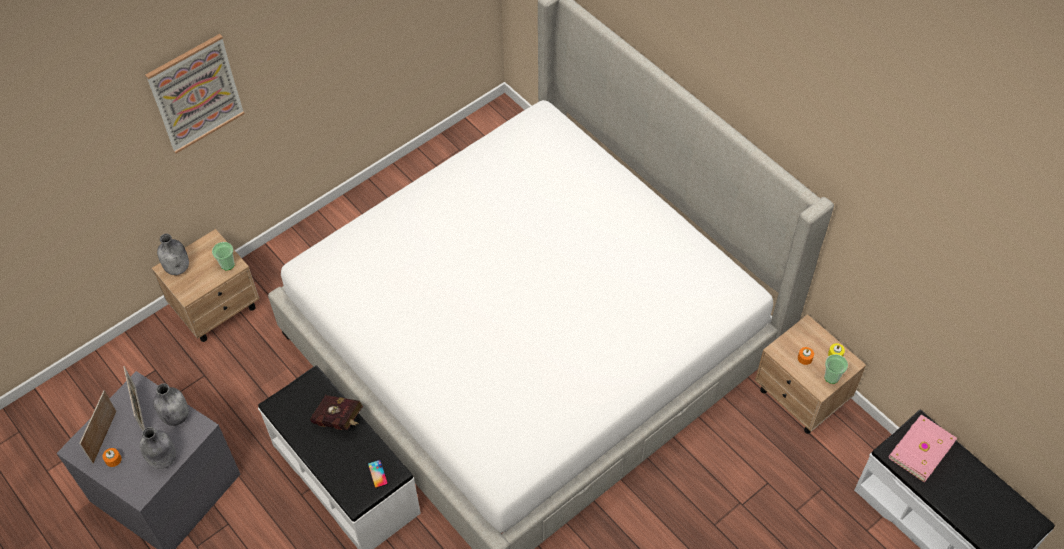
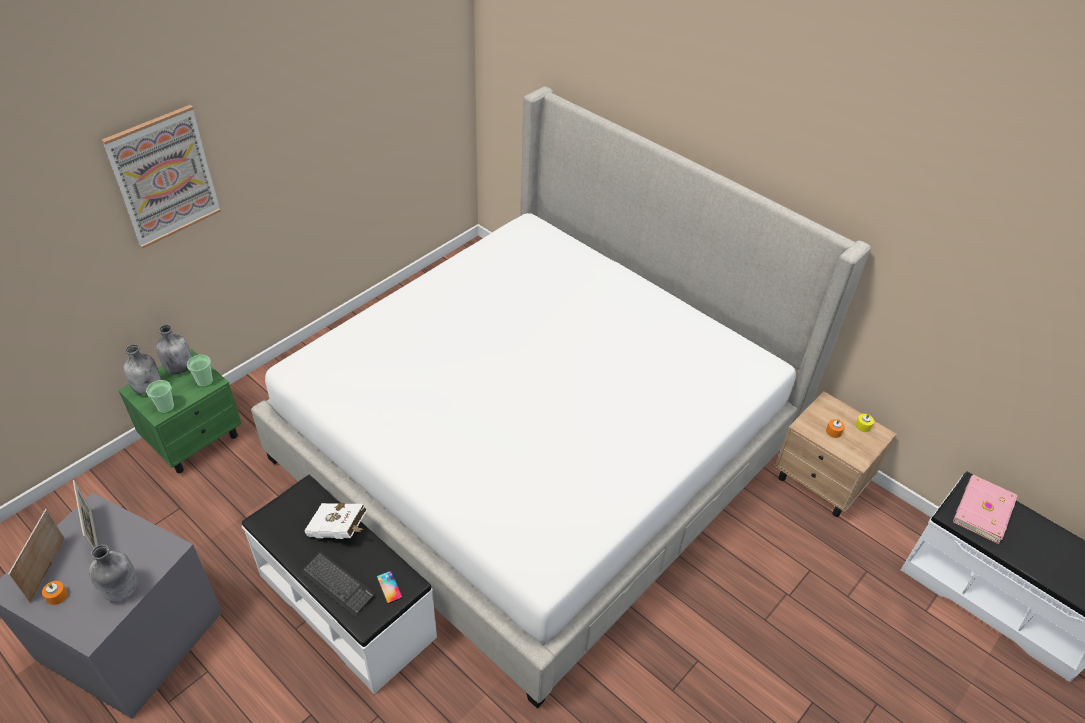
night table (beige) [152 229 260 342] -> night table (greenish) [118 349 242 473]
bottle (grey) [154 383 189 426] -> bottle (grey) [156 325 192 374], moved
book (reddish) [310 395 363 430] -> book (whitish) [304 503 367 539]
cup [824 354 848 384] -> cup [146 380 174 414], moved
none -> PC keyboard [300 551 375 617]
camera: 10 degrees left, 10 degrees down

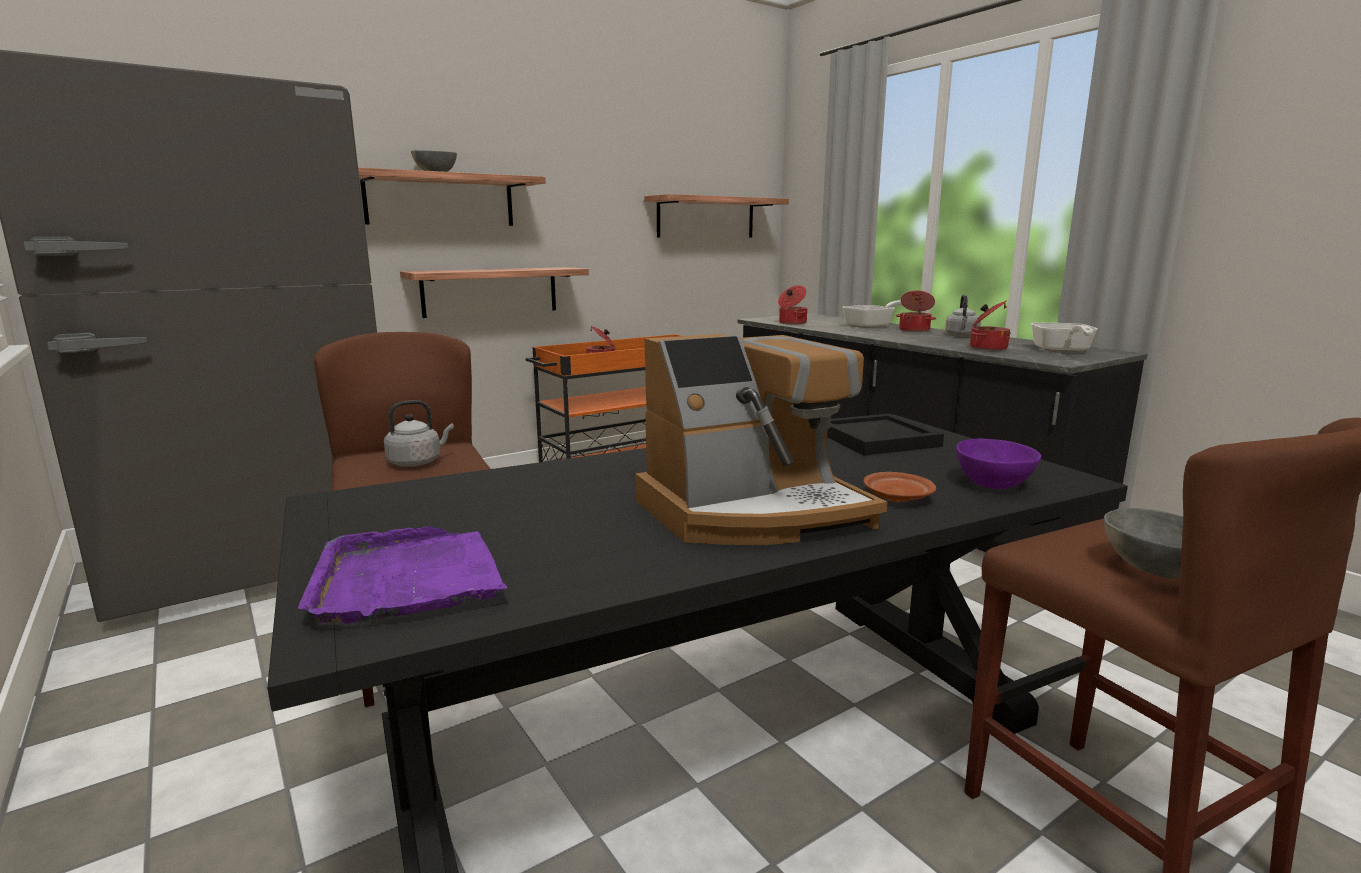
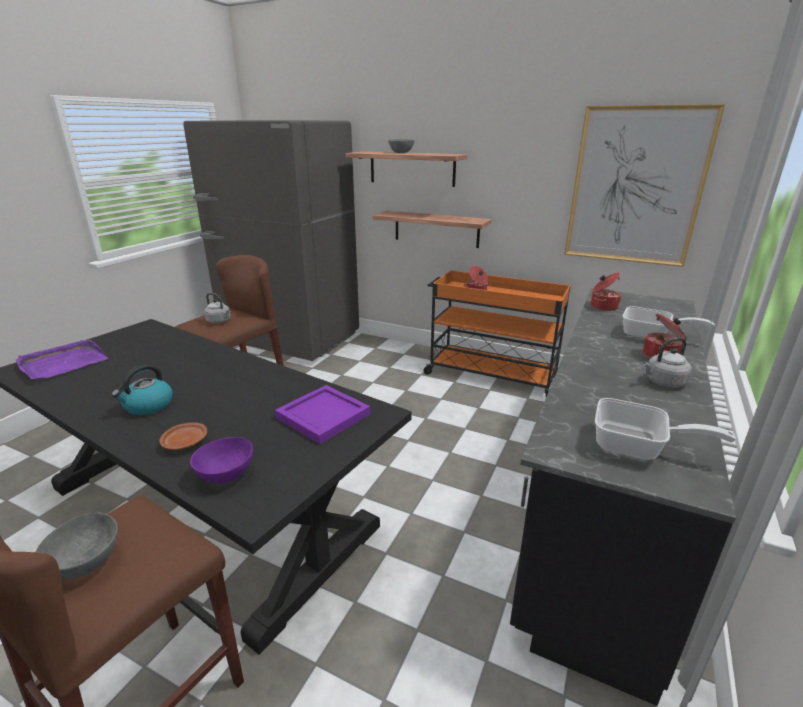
coffee machine [635 334 887 546] -> kettle [112 364 172 415]
wall shelf [644 194 789 237] -> picture [564 104 725 267]
carrying tray (black-coloured) [827 414 944 456] -> carrying tray (purplish) [275 385 371 444]
cooking pot [970 301 1010 351] -> none
frying pan [1031 323 1098 353] -> frying pan [595 398 736 460], 135 degrees counterclockwise
camera: 60 degrees right, 10 degrees up

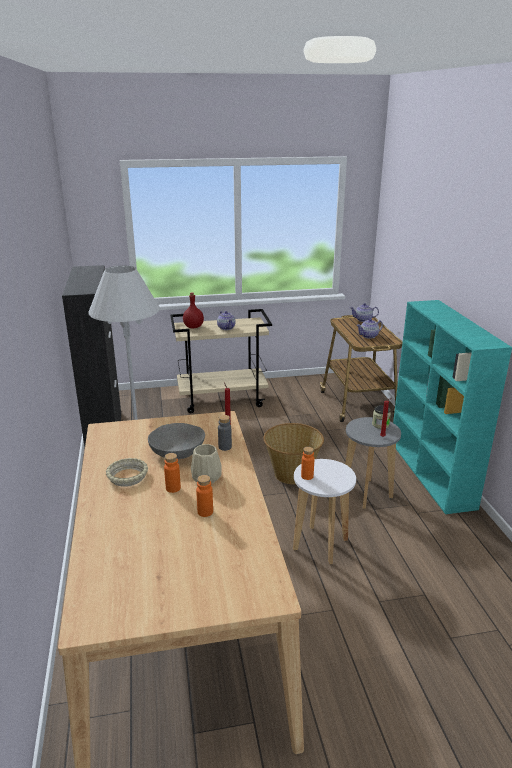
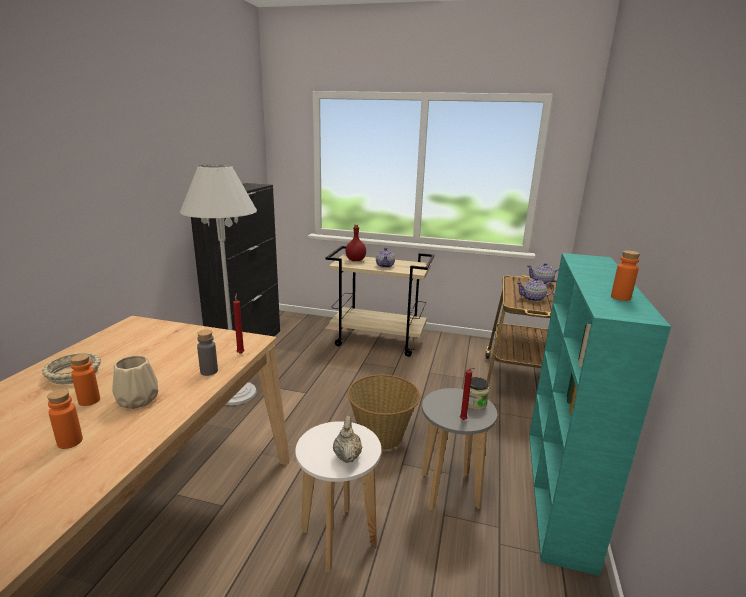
bowl (grey) [148 423 205 459] -> none
bottle (orange) [301 447 314 480] -> bottle (orange) [611 250 640 301], moved
none -> tea pot (beige) [333 416 362 463]
camera: 25 degrees right, 5 degrees down

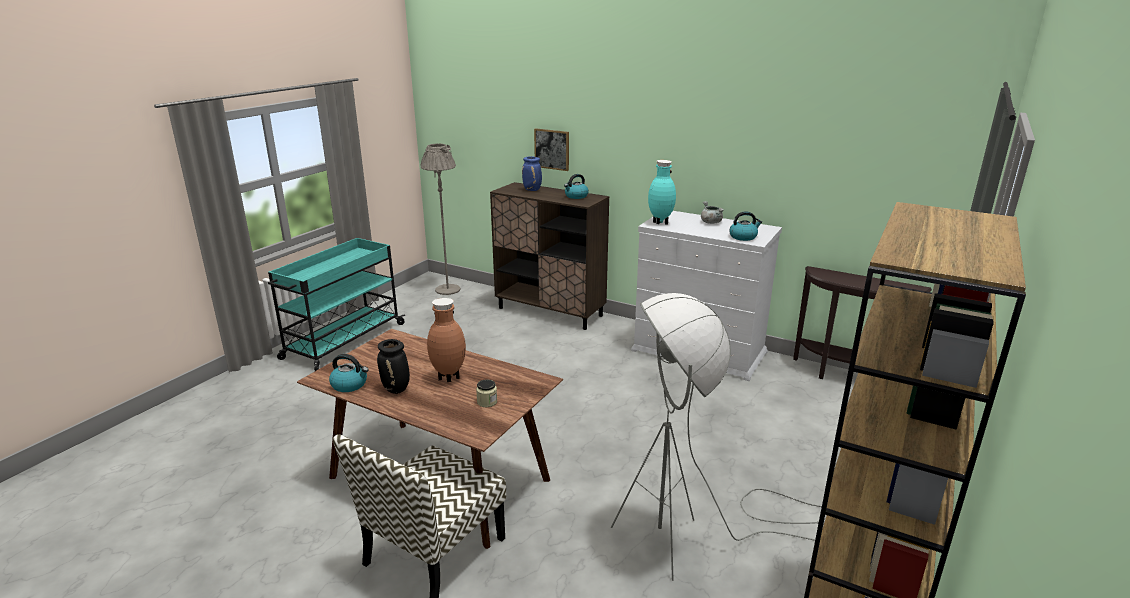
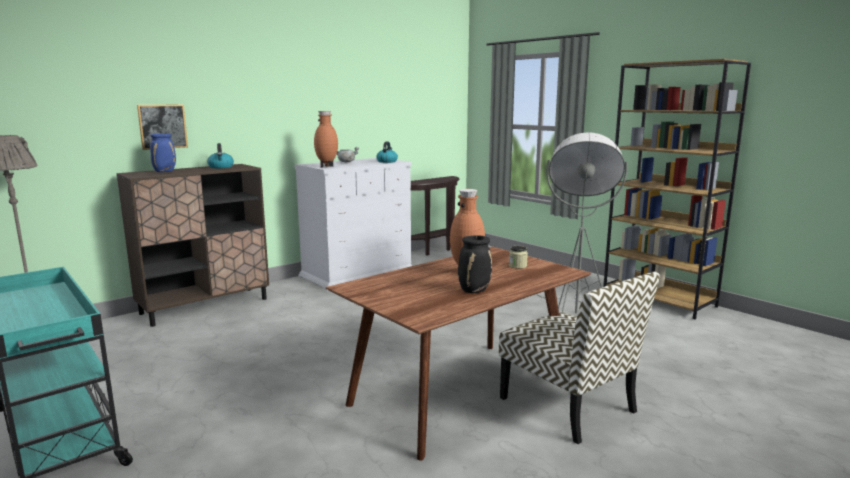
kettle [329 354 369 392] -> none
flower vase (turquoise) [648 160 676 225] -> flower vase (brown-coloured) [314 111 338 168]
camera: 70 degrees left, 10 degrees down

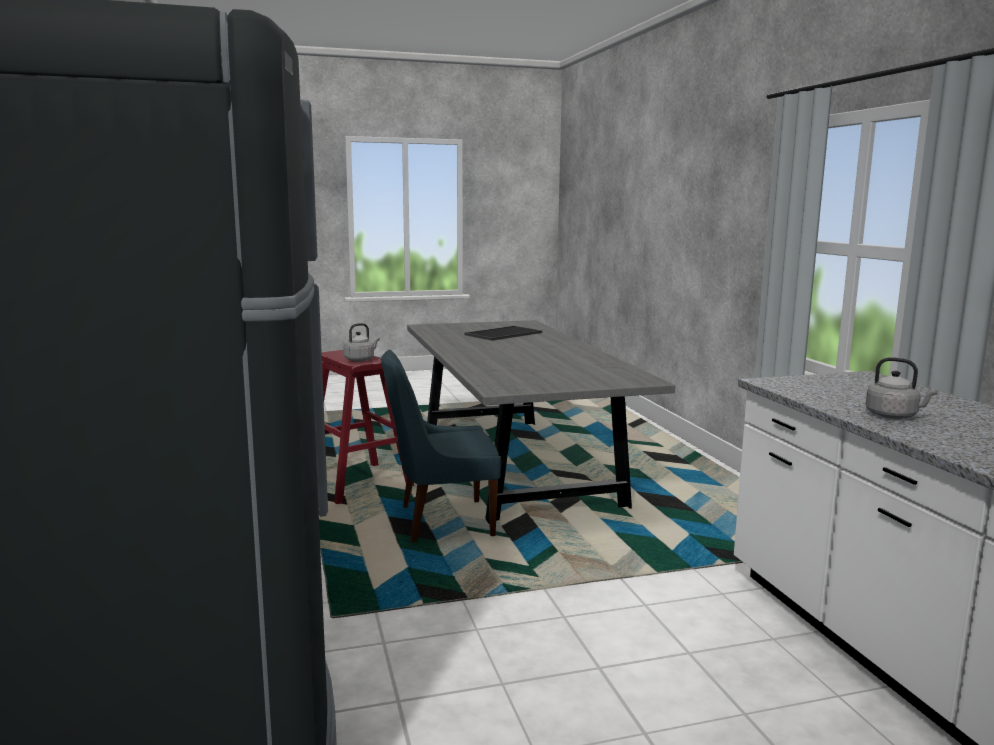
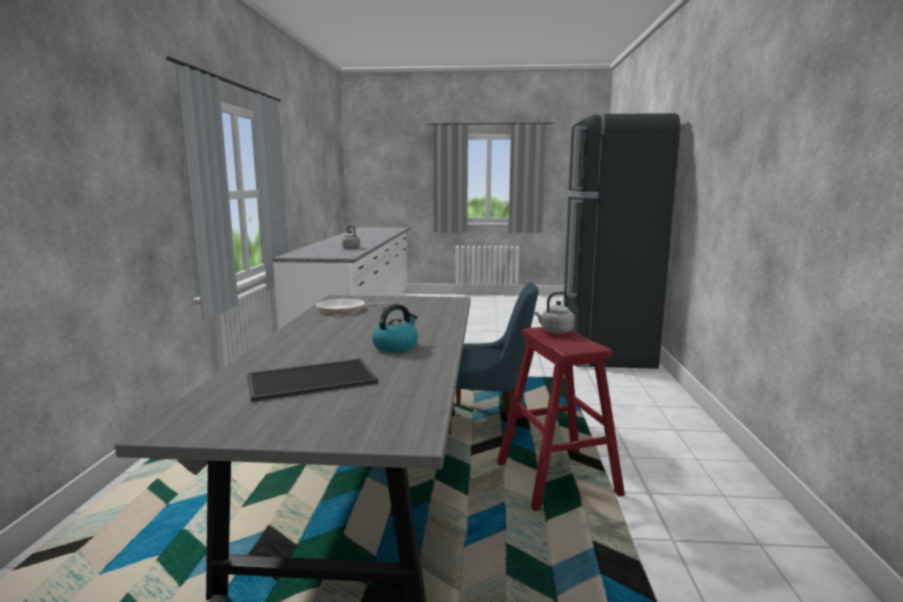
none -> frying pan [316 298 392 314]
none -> kettle [372 304 418 353]
camera: 160 degrees left, 0 degrees up

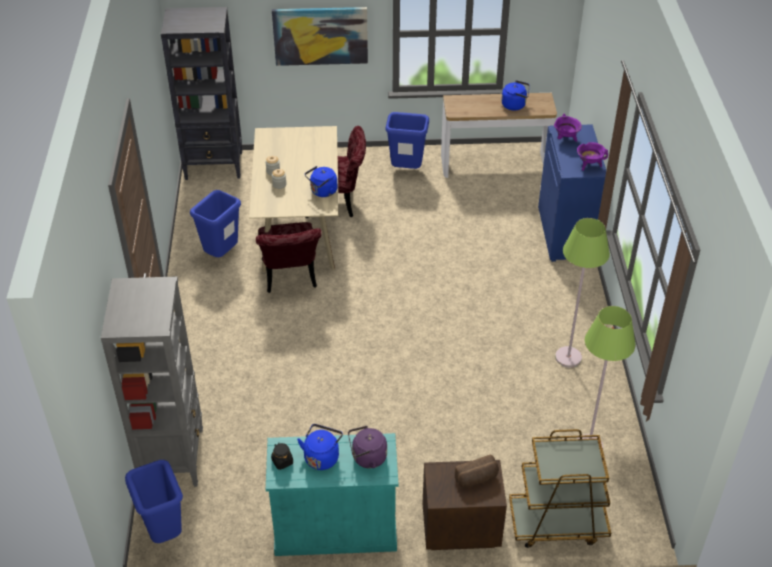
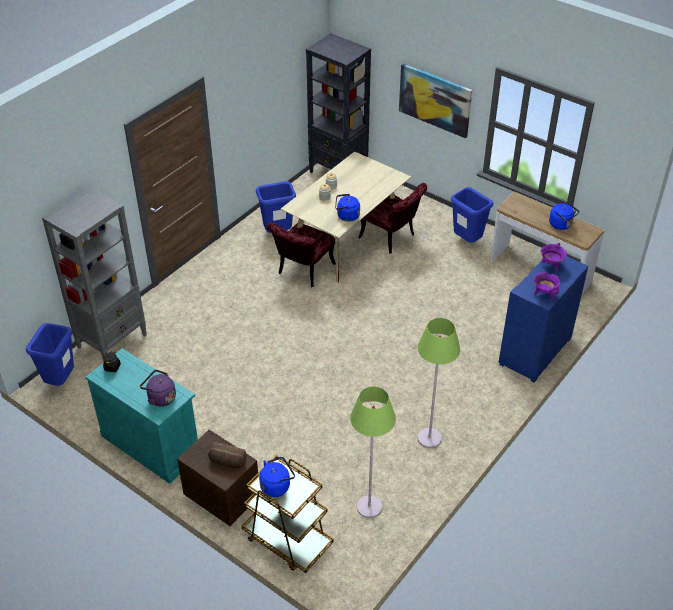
kettle (blue) [297 424 343 470] -> kettle (blue) [259 457 295 497], moved
camera: 40 degrees right, 0 degrees up

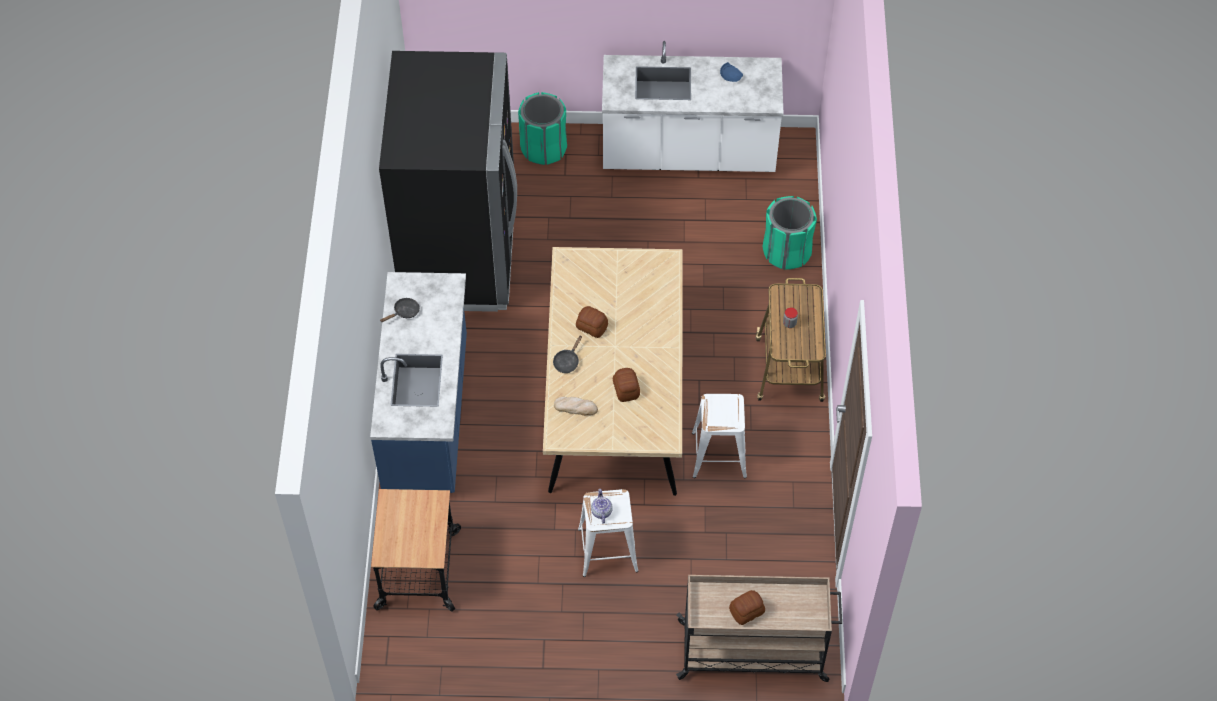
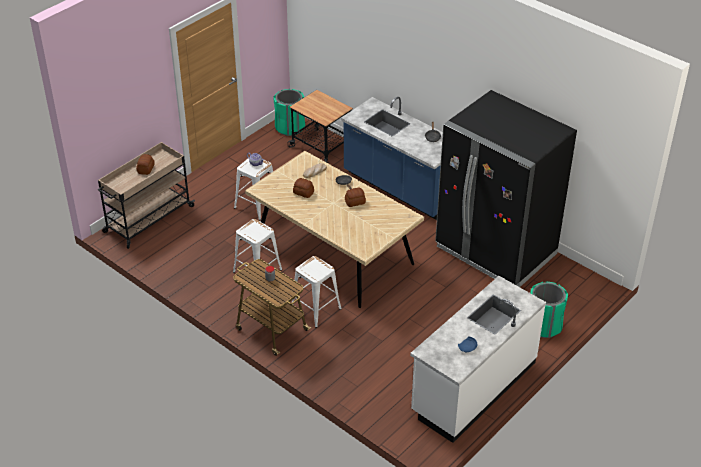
rubbish bin (greenish) [762 196 817 270] -> rubbish bin (greenish) [273 89 305 136], moved
none -> stool seat (whitish) [292 256 342 328]
camera: 130 degrees right, 15 degrees down

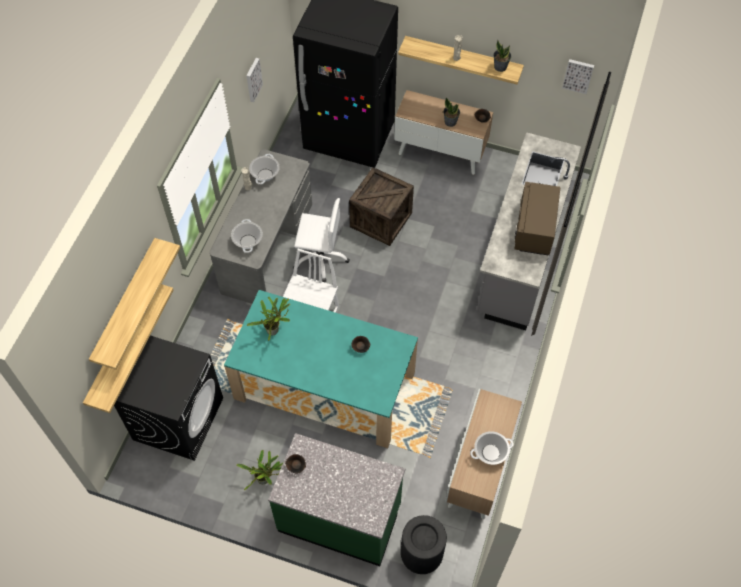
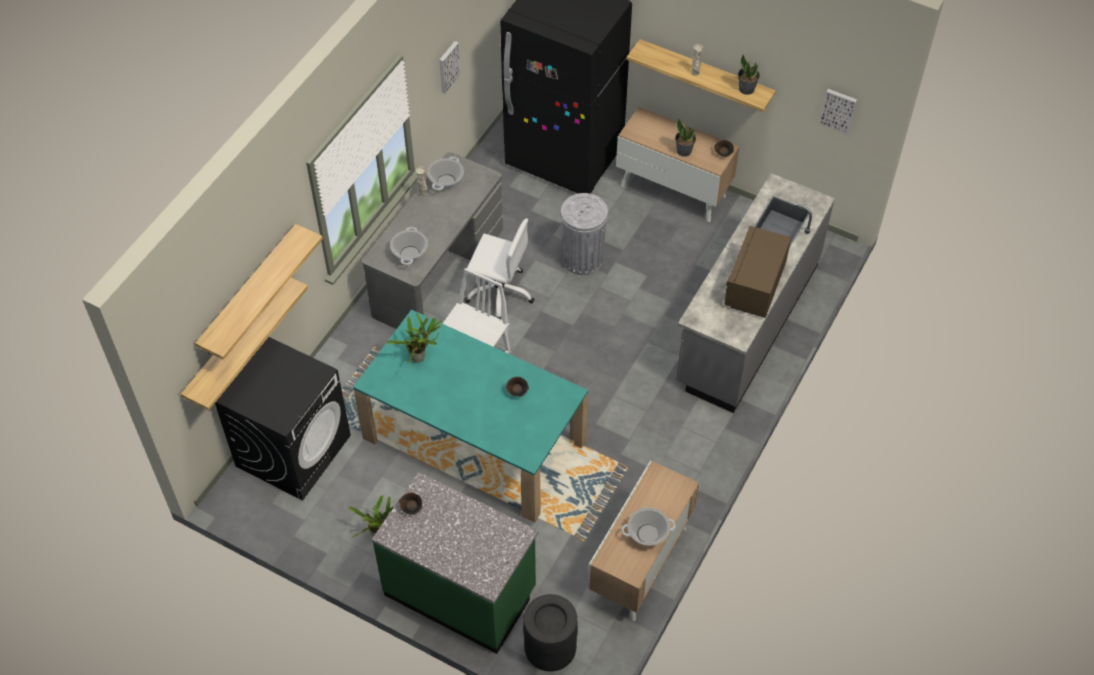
packing crate [349 167 414 246] -> rubbish bin (grey) [561 193 608 275]
camera: 10 degrees right, 5 degrees down

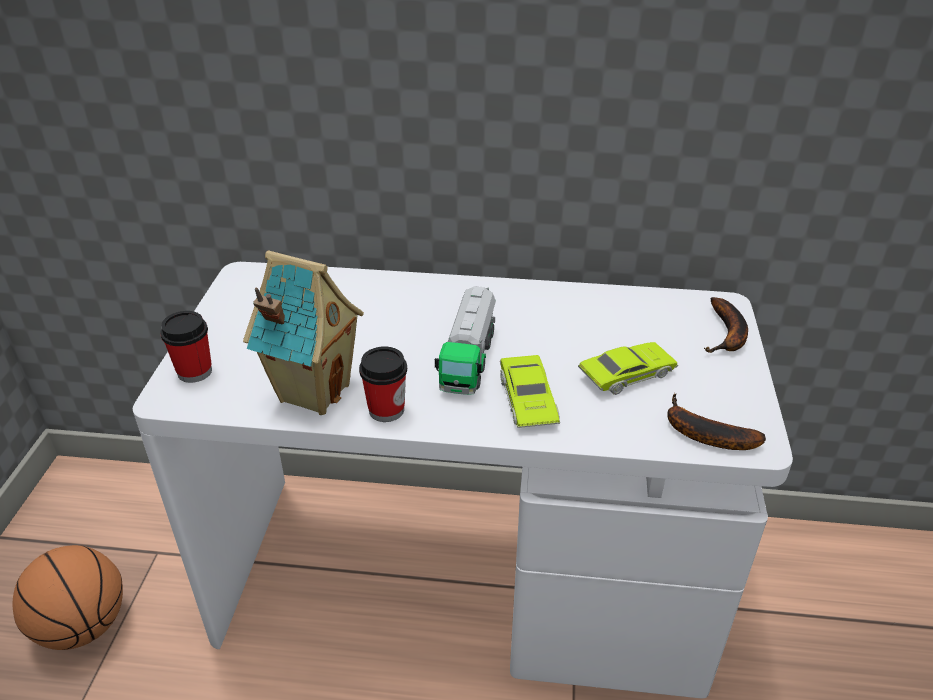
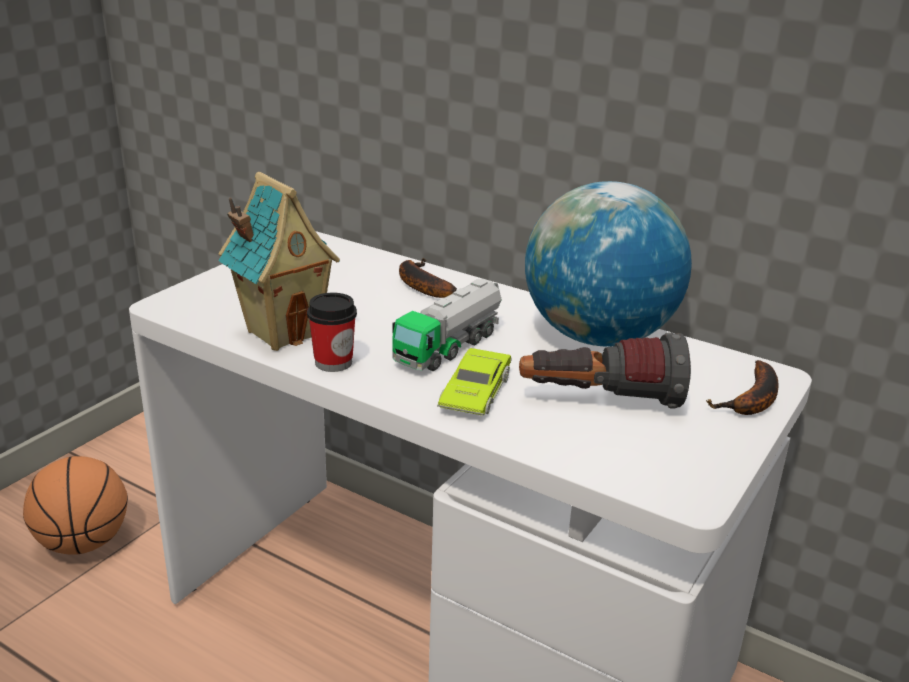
cup [160 311 212 383] -> none
model car (greenish) [578 342 678 395] -> torch [519 332 691 409]
whole banana [667 393 766 450] -> whole banana [399 258 457 298], moved
none -> desk globe [525 181 692 346]
camera: 25 degrees right, 10 degrees down

